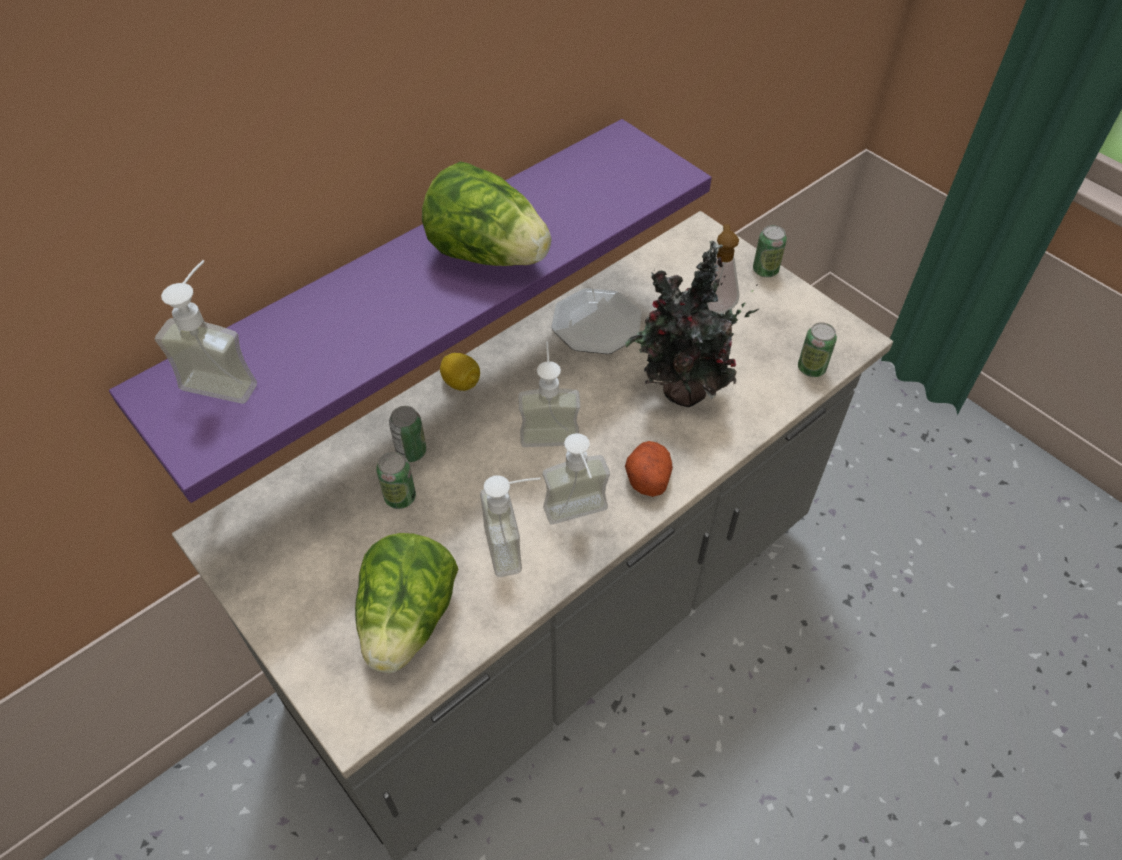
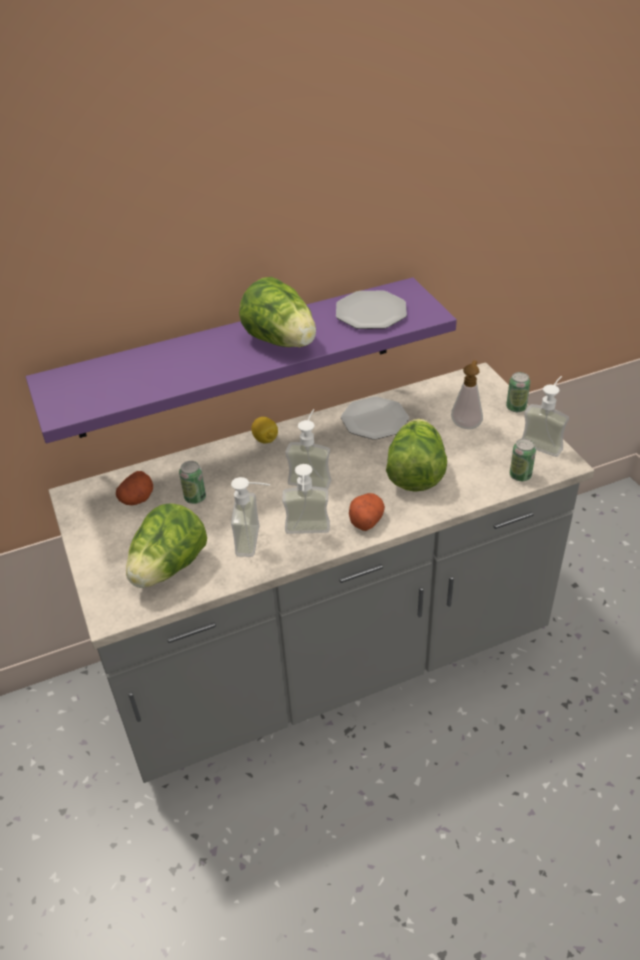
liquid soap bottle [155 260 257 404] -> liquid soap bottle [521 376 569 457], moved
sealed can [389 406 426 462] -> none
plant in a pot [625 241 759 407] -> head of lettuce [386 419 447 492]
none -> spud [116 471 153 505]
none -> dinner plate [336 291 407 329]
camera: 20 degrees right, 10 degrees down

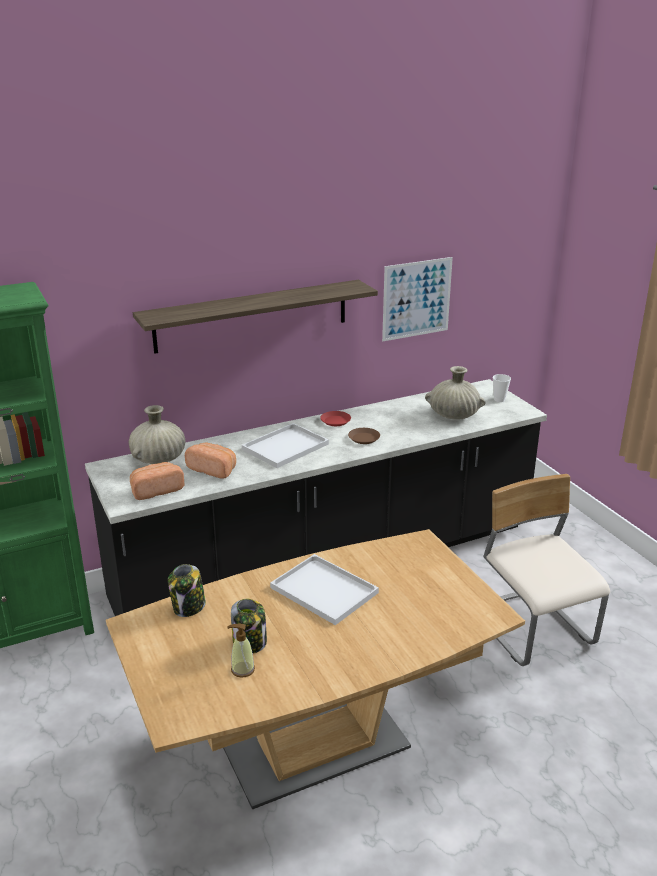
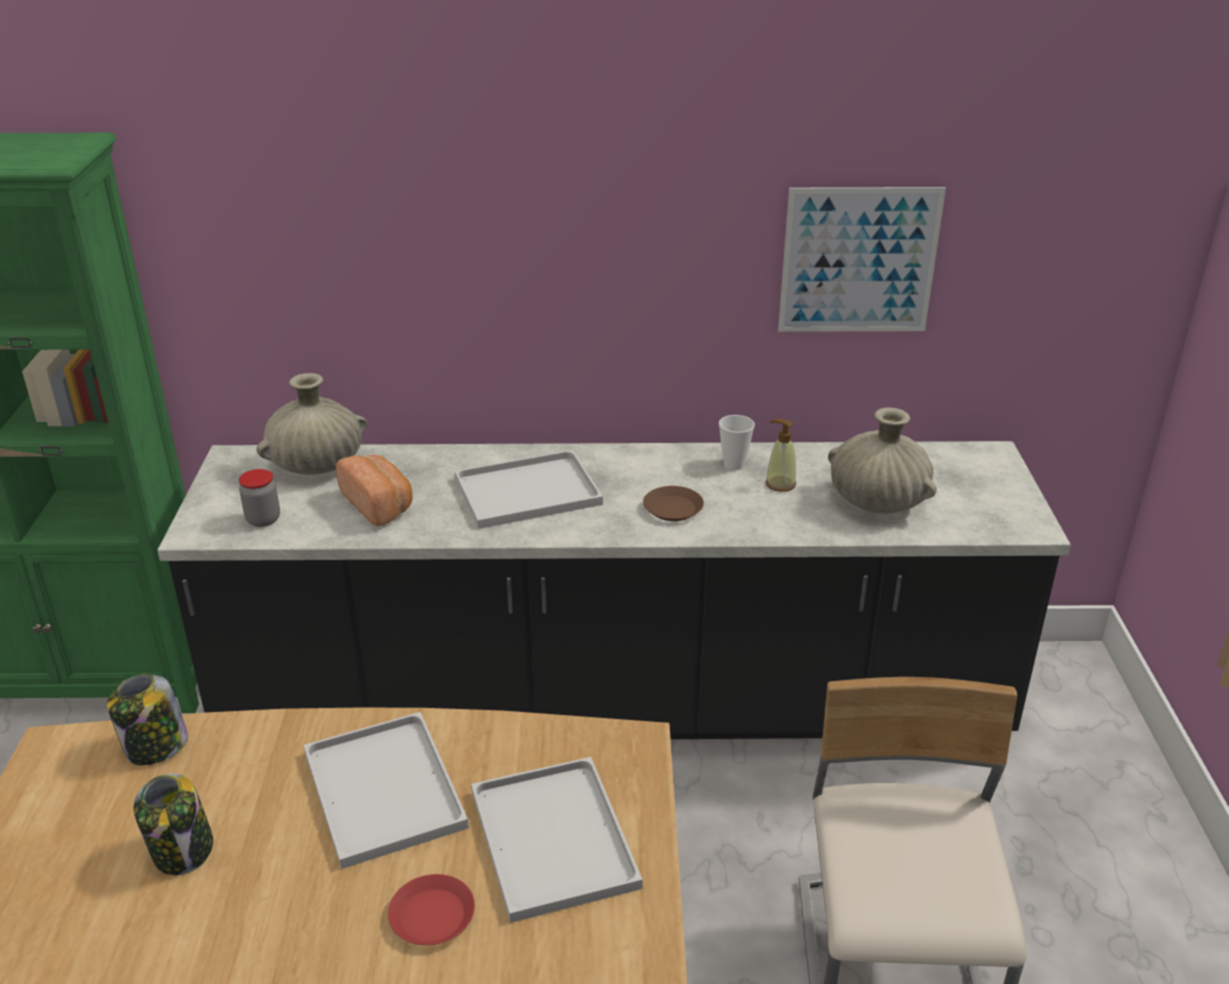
bread [130 462 185 500] -> jar [239 469 280 527]
wall shelf [133 280 378 354] -> none
liquid soap bottle [227 624 255 678] -> liquid soap bottle [766 419 796 492], moved
dinner plate (reddish) [320 411 351 426] -> dinner plate (reddish) [388 874 475 945], moved
cup [493 374 511 402] -> cup [719 415 755 470], moved
none -> carrying tray (whitish) [471 757 643 923]
camera: 25 degrees right, 5 degrees up

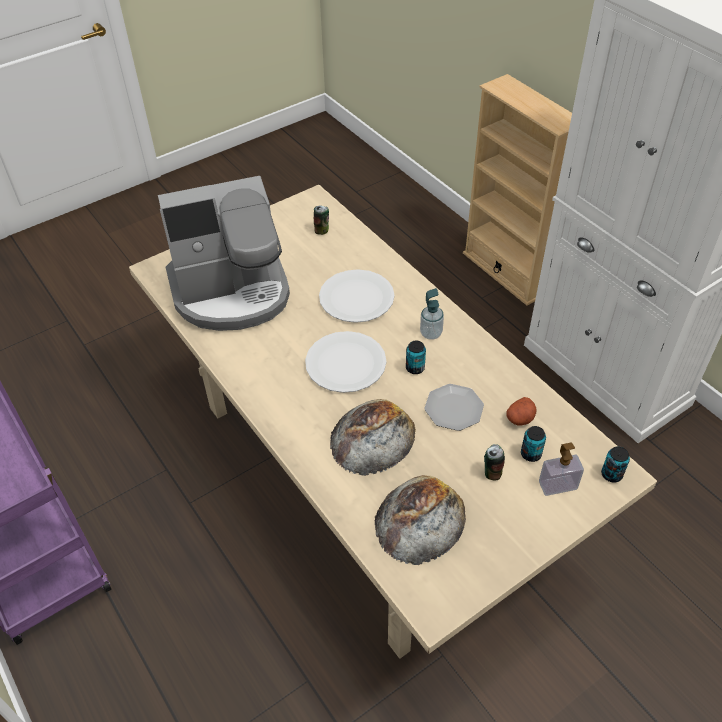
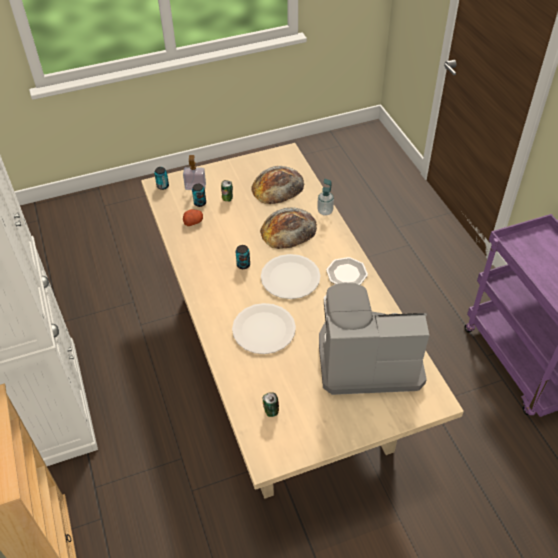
liquid soap bottle [420 288 444 340] -> liquid soap bottle [317 179 334 216], moved
dinner plate [425 384 484 431] -> dinner plate [326 257 368 285], moved
camera: 165 degrees left, 0 degrees up

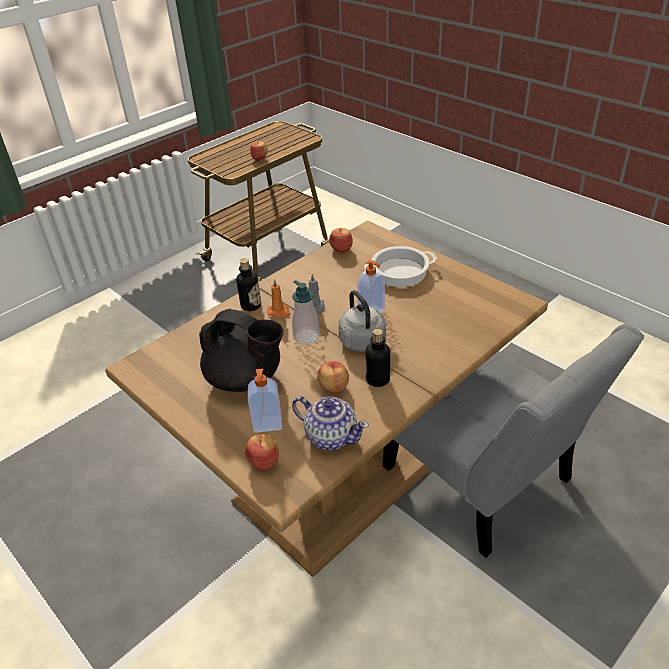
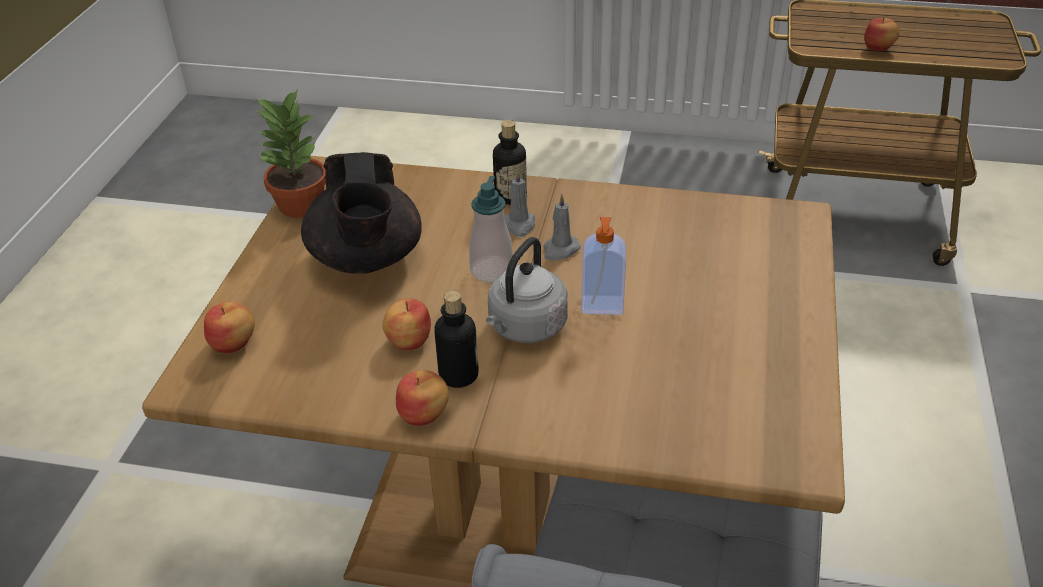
liquid soap bottle [248 369 282 433] -> none
wax candle (orange) [267 279 291 318] -> wax candle (grey) [504 170 535 237]
tea pot [292 396 369 450] -> none
apple [329 228 353 253] -> apple [396 370 449 426], moved
cooking pot [364 246 437 287] -> none
none -> plant in a pot [255 89 326 218]
camera: 55 degrees right, 0 degrees up

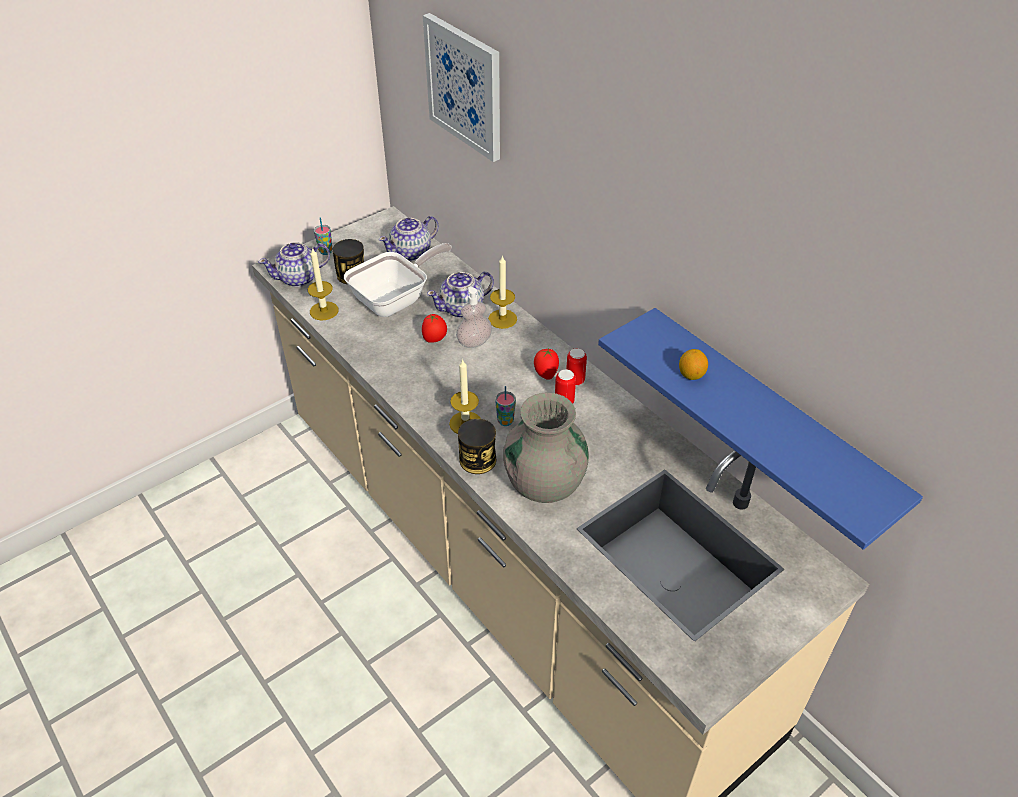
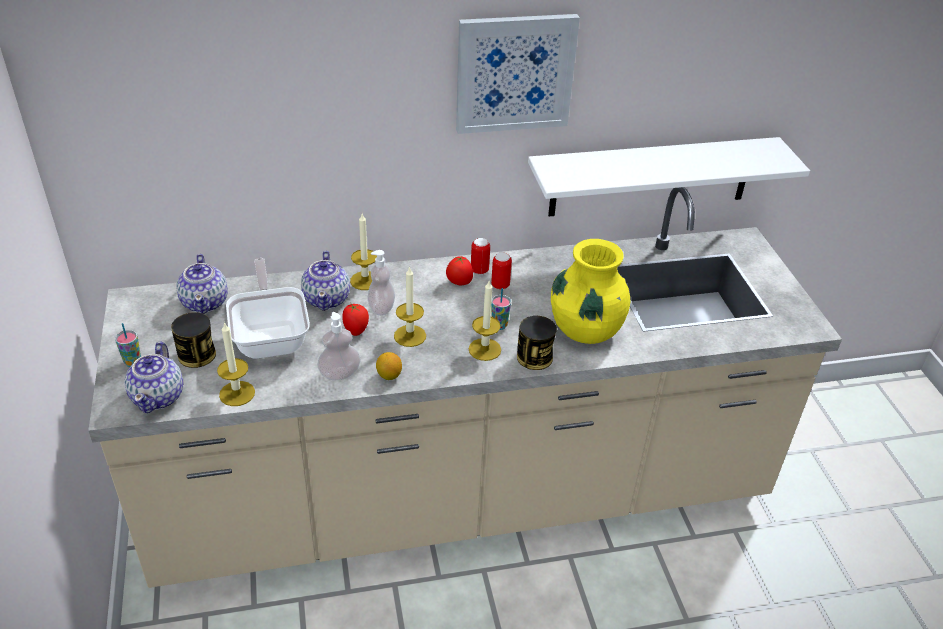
picture [423 13 500 162] -> picture [456 14 580 134], moved
flower vase (grey) [503 393 589 503] -> flower vase (yellowish) [551 239 630 344]
wall shelf (blue) [598 308 923 550] -> wall shelf (whitish) [528 137 810 216]
citrus fruit [679 349 708 380] -> citrus fruit [376 352 402 380], moved
none -> liquid soap bottle [317 312 361 380]
none -> wax candle [394 266 426 347]
camera: 65 degrees left, 5 degrees down

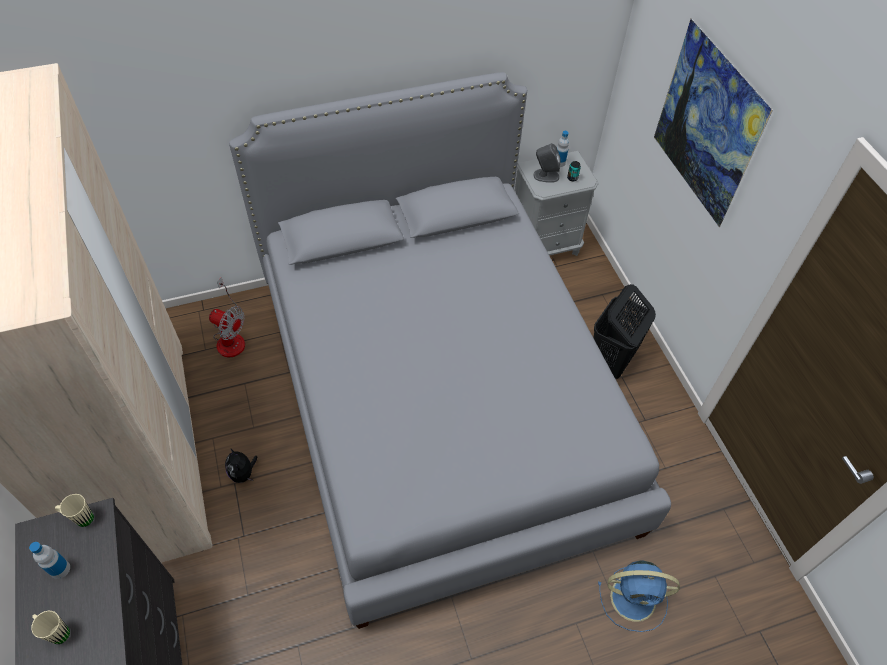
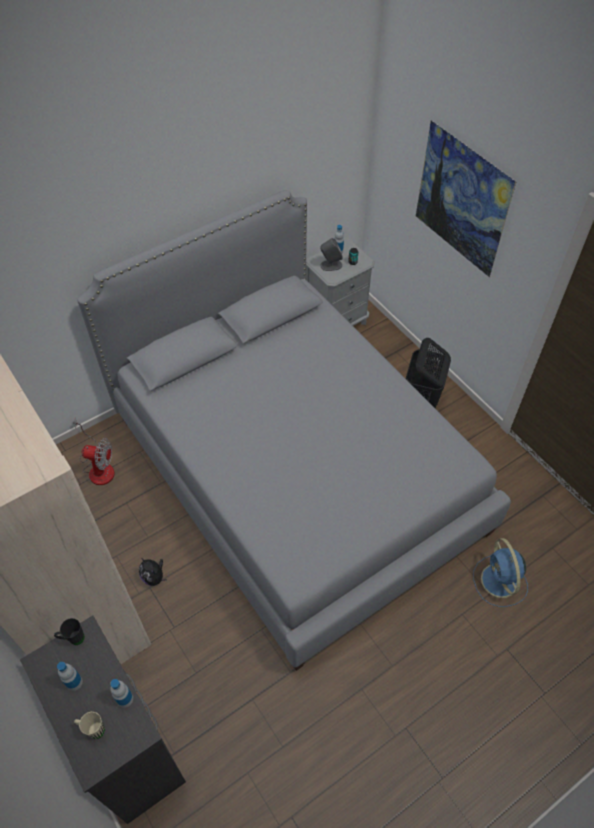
tea mug (beige) [55 494 94 527] -> tea mug (black-coloured) [54 618 85 645]
cooling fan (blue) [598 561 680 632] -> cooling fan (blue) [473 538 528 607], 90 degrees clockwise
none -> bottle [110 679 133 708]
camera: 15 degrees left, 0 degrees up

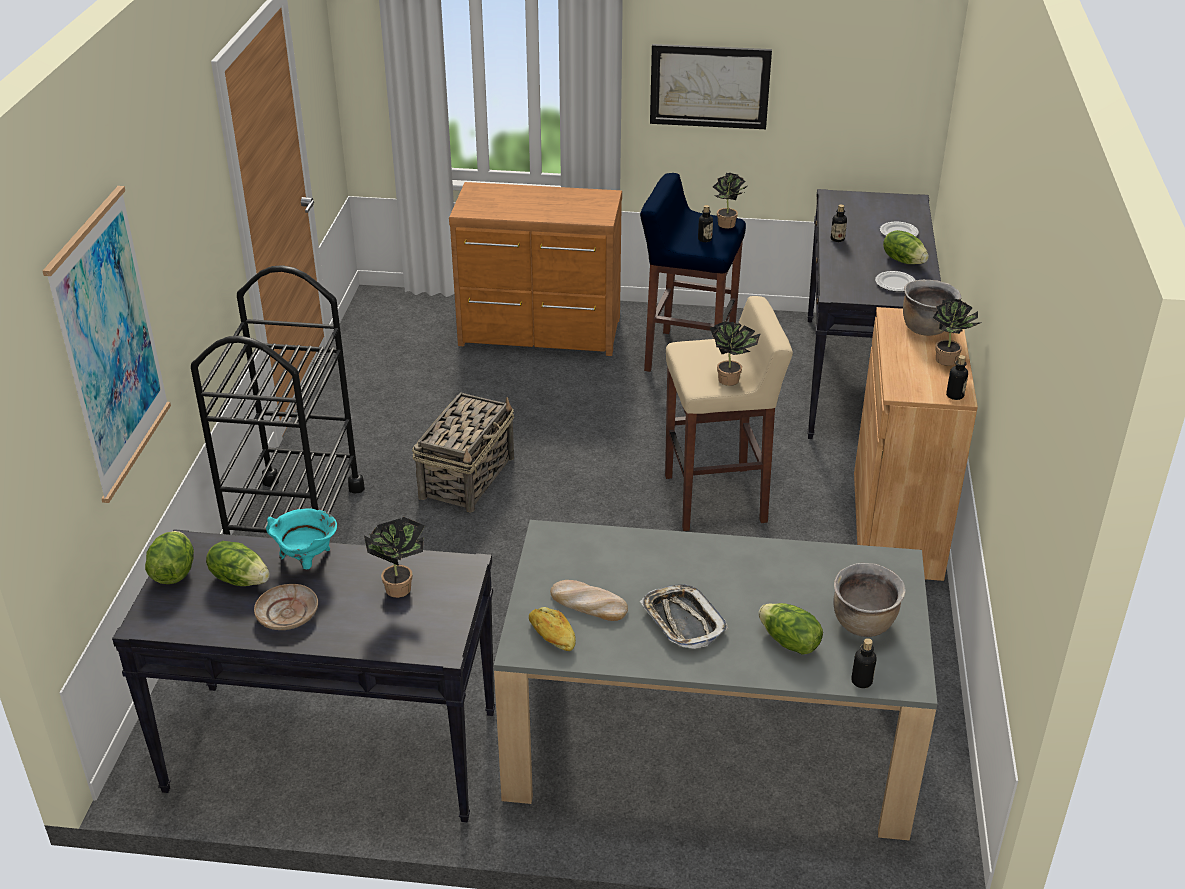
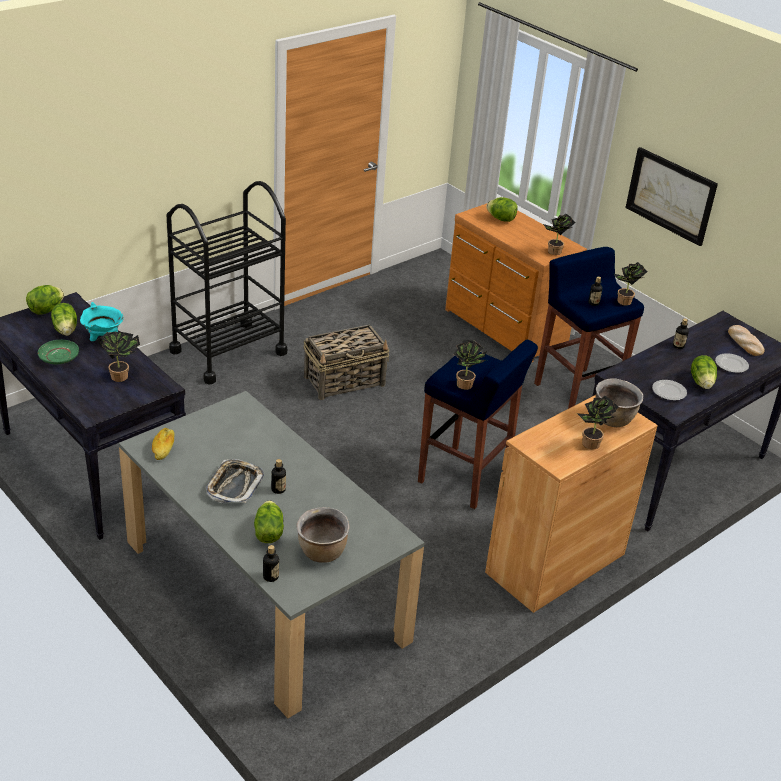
picture [43 186 171 503] -> none
dinner plate (beige) [254 584 318 630] -> dinner plate (greenish) [38 340 79 364]
bread [550 580 628 621] -> bread [728 325 765 356], moved
stool seat (beige) [665 296 793 531] -> stool seat (blue) [418 340 538 509]
bottle [946 355 968 400] -> bottle [271 459 286 494], moved
none -> head of lettuce [486 197 518 222]
none -> plant in a pot [543 214 576 255]
camera: 40 degrees right, 0 degrees up

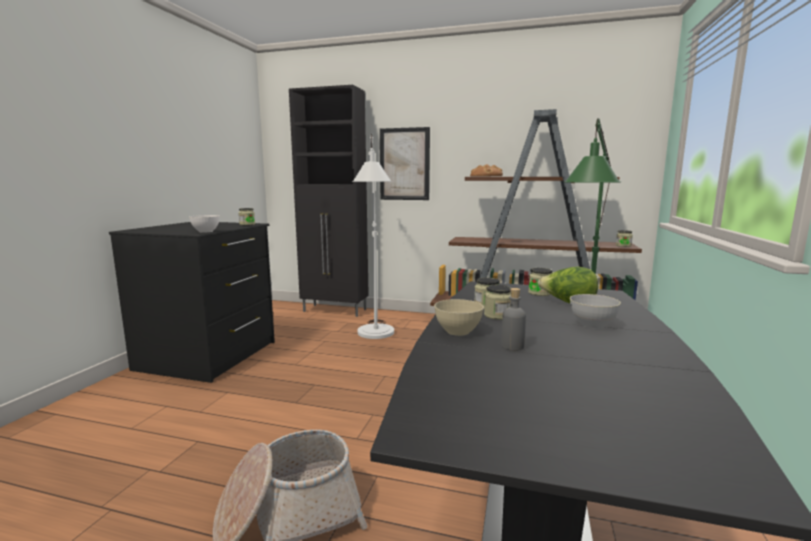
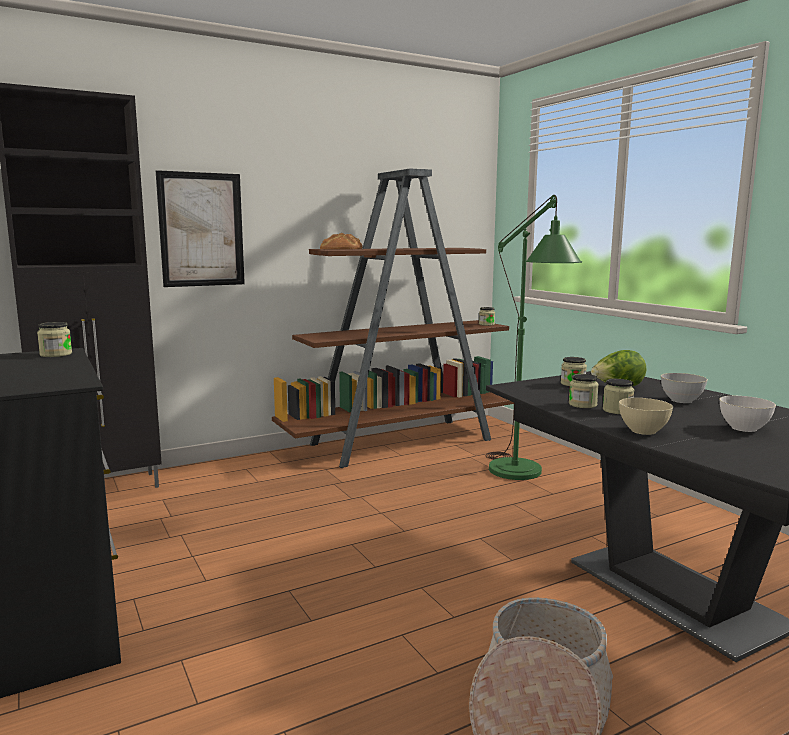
bowl (whitish) [189 215 220 232] -> bowl (whitish) [719 396 776 432], moved
standard lamp (whitish) [352 133 394 339] -> none
bottle (grey) [502 288 526 351] -> none
camera: 45 degrees left, 0 degrees up

